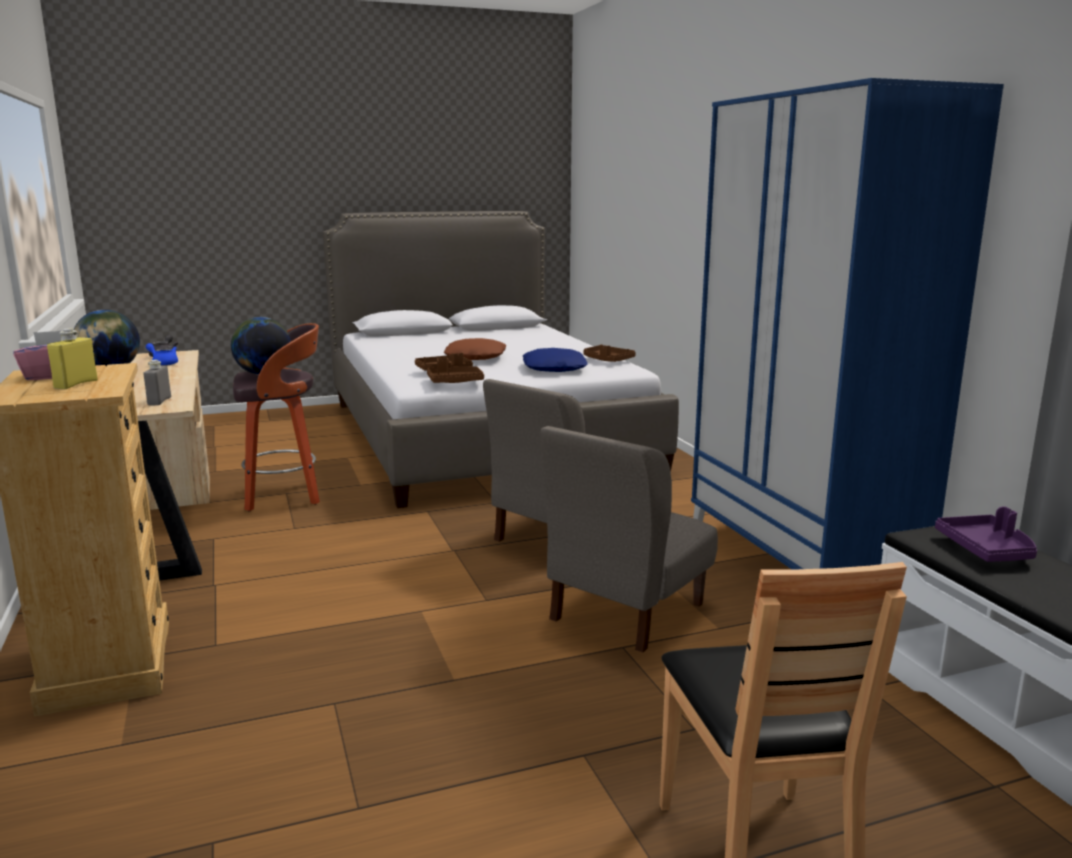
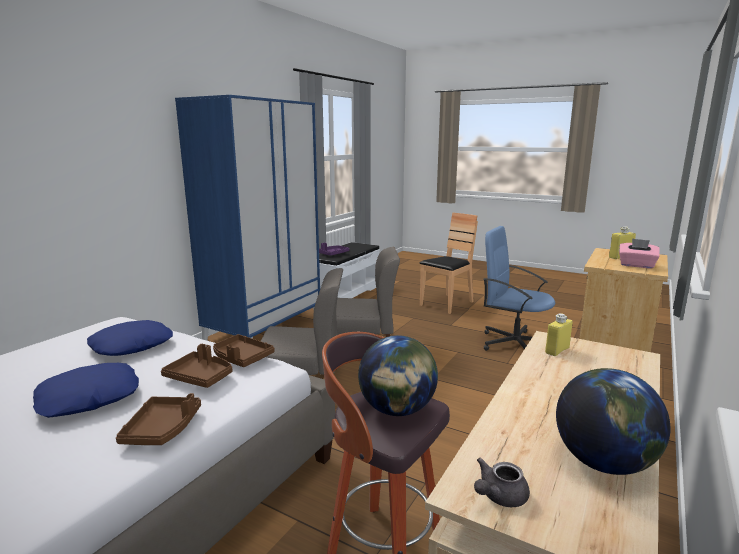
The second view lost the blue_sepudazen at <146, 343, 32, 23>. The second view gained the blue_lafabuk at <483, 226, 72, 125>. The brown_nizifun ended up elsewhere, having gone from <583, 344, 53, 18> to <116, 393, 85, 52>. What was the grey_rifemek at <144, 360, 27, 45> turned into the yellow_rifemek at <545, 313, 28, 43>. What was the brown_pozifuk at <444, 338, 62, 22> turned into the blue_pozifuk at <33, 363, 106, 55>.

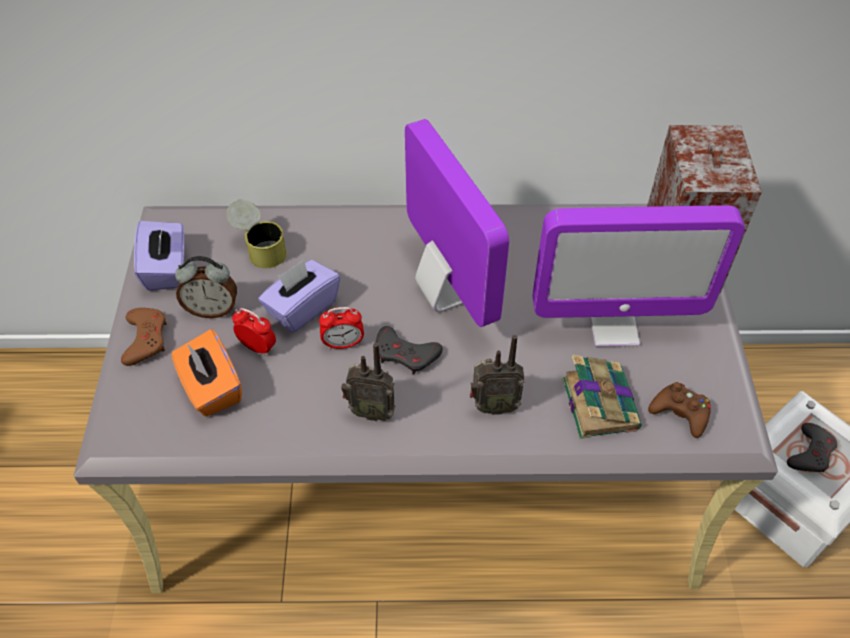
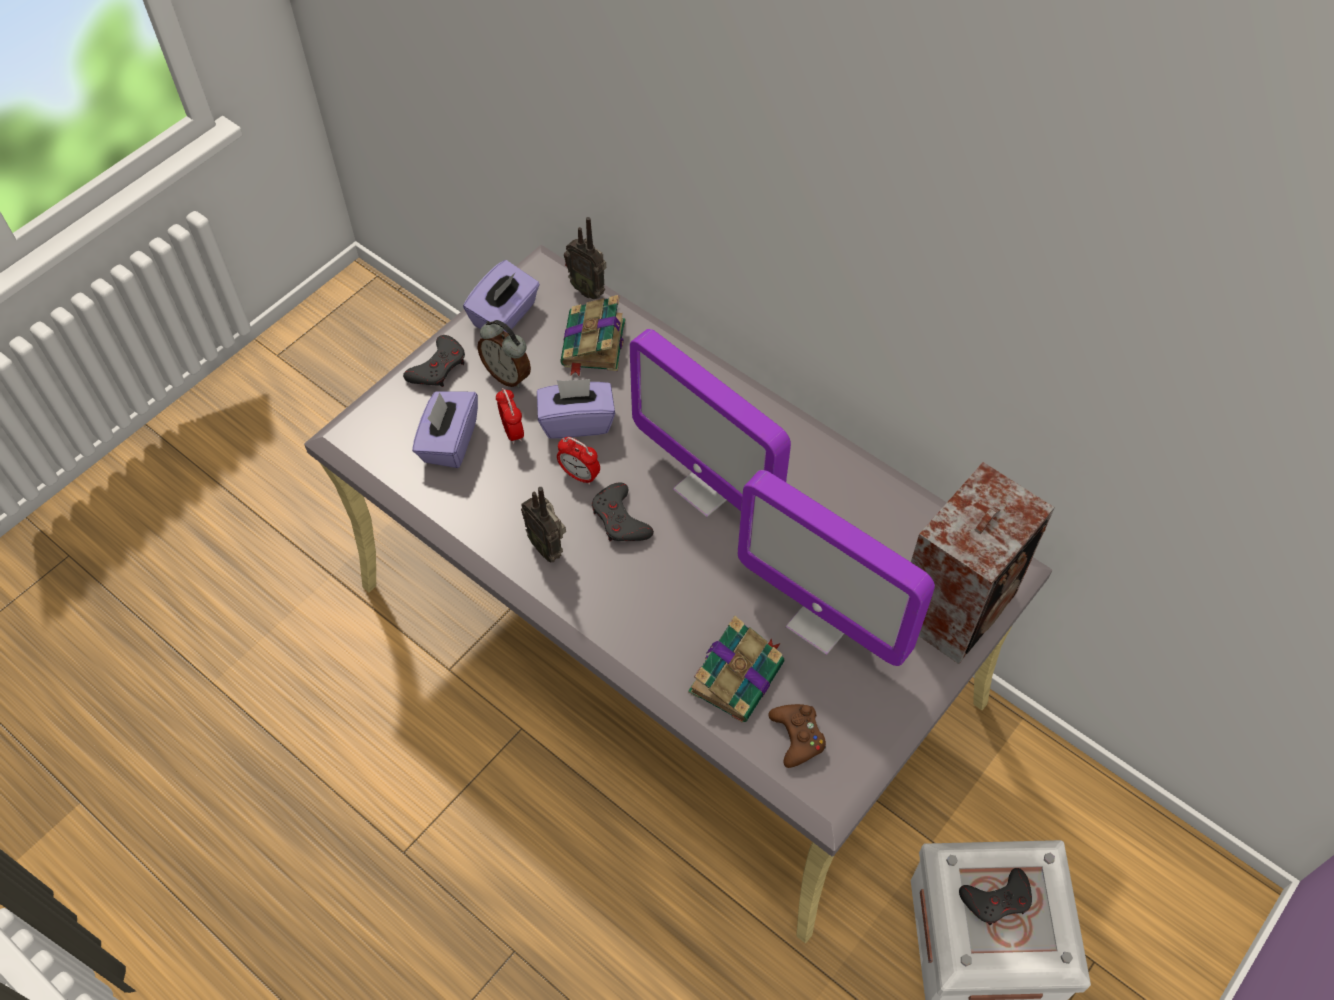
The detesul ended up elsewhere, having gone from <470, 335, 55, 80> to <564, 217, 42, 82>. Where the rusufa stood at <227, 199, 60, 70>, the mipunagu came to stand at <560, 295, 65, 81>. What was the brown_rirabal at <121, 308, 46, 58> turned into the grey_rirabal at <403, 335, 62, 52>. What was the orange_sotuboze at <171, 329, 71, 87> turned into the purple_sotuboze at <412, 391, 66, 77>. The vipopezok at <405, 119, 104, 208> ended up facing another way, 120 degrees clockwise from before.

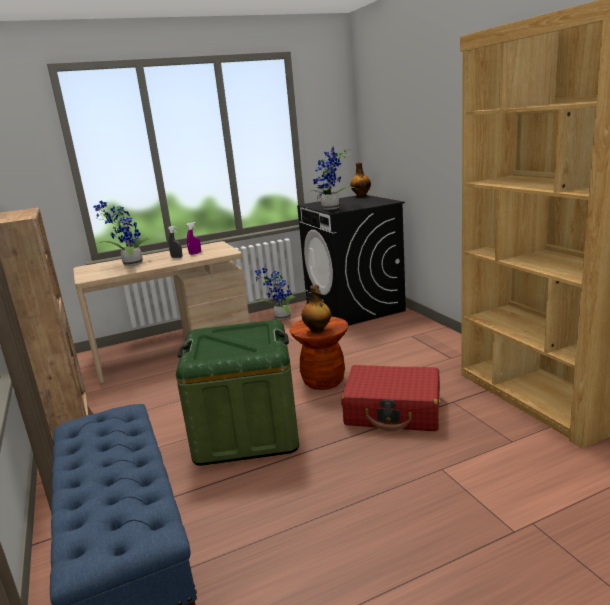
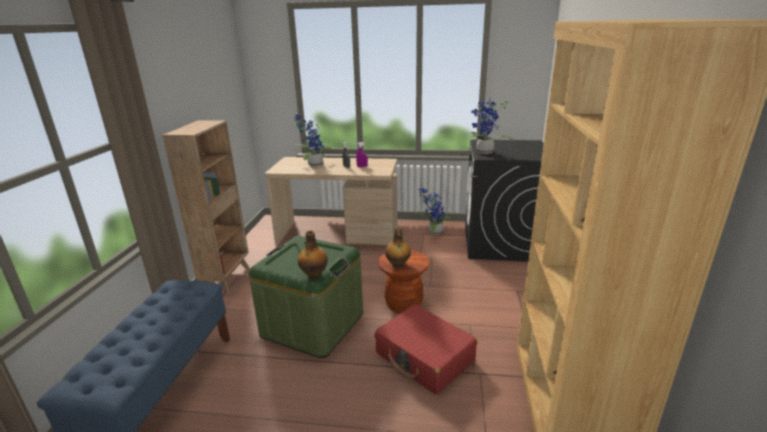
The rifemek ended up elsewhere, having gone from <350, 162, 21, 35> to <298, 231, 30, 48>.

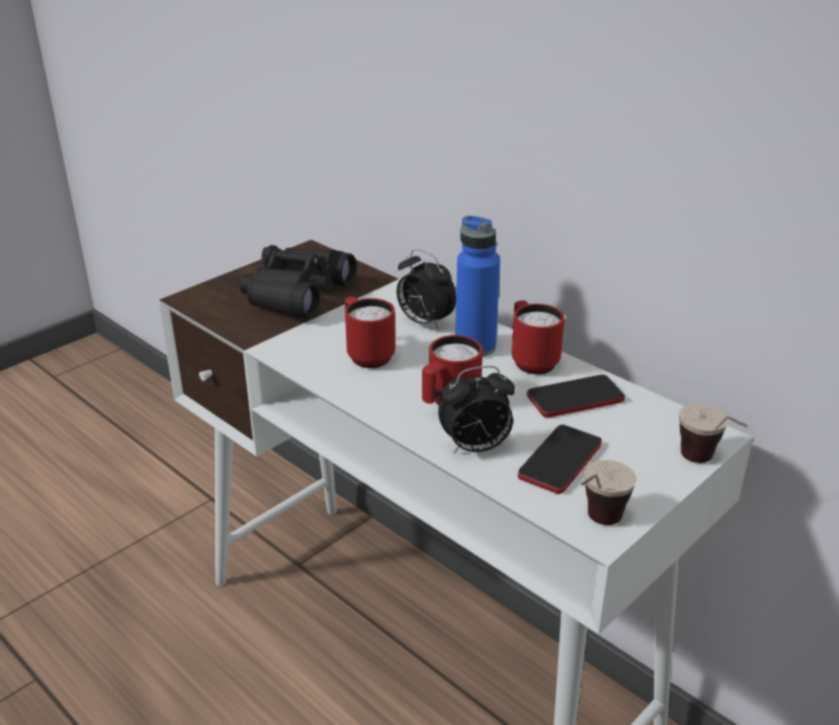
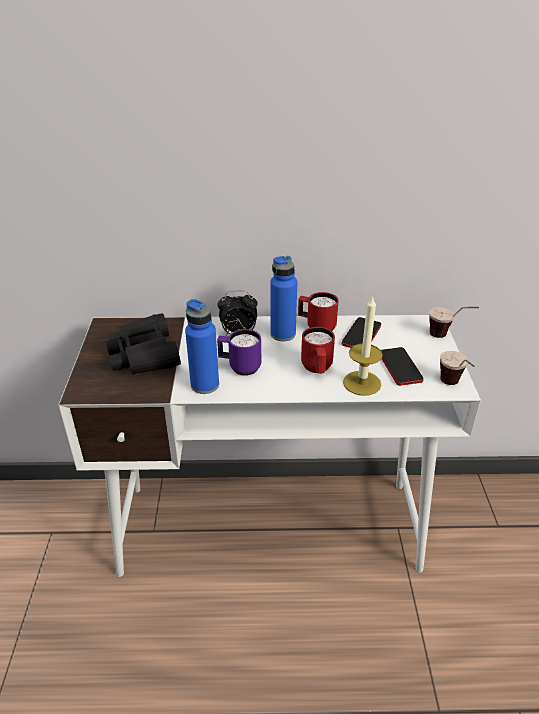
The second view gained the blue_rifemek at <185, 299, 34, 95>. Where the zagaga stood at <438, 366, 77, 88>, the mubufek came to stand at <343, 295, 40, 101>. What was the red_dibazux at <345, 297, 50, 71> turned into the purple_dibazux at <217, 329, 44, 47>.

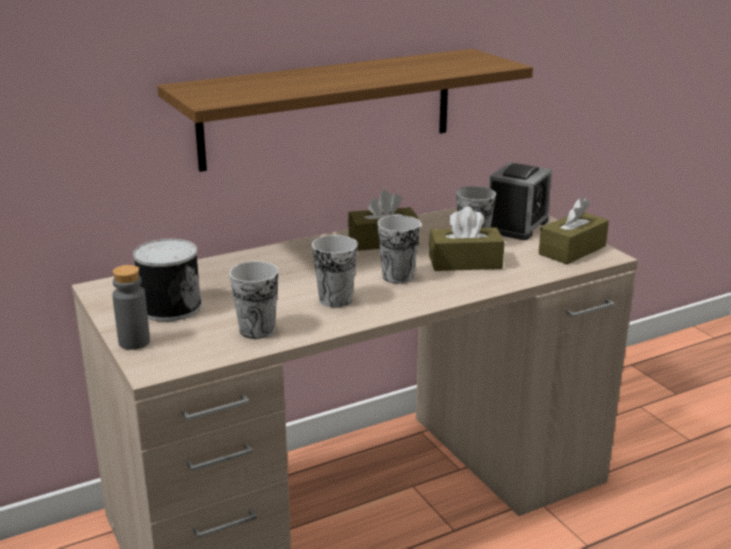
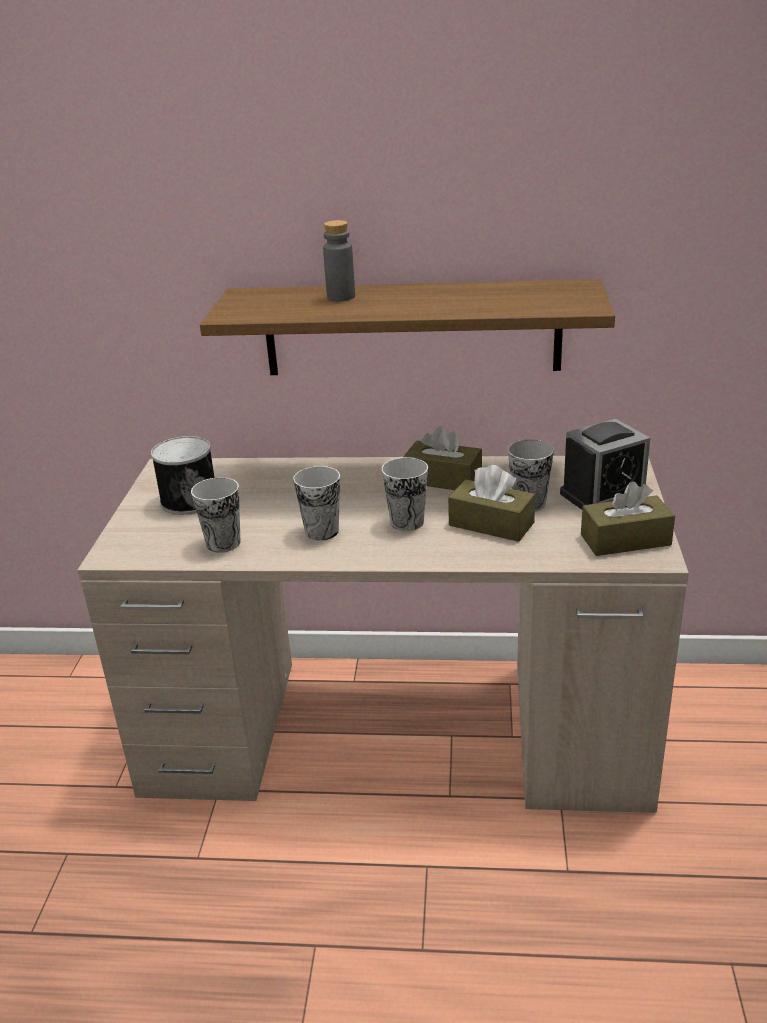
The grey_rifemek ended up elsewhere, having gone from <112, 265, 38, 85> to <323, 220, 32, 81>.

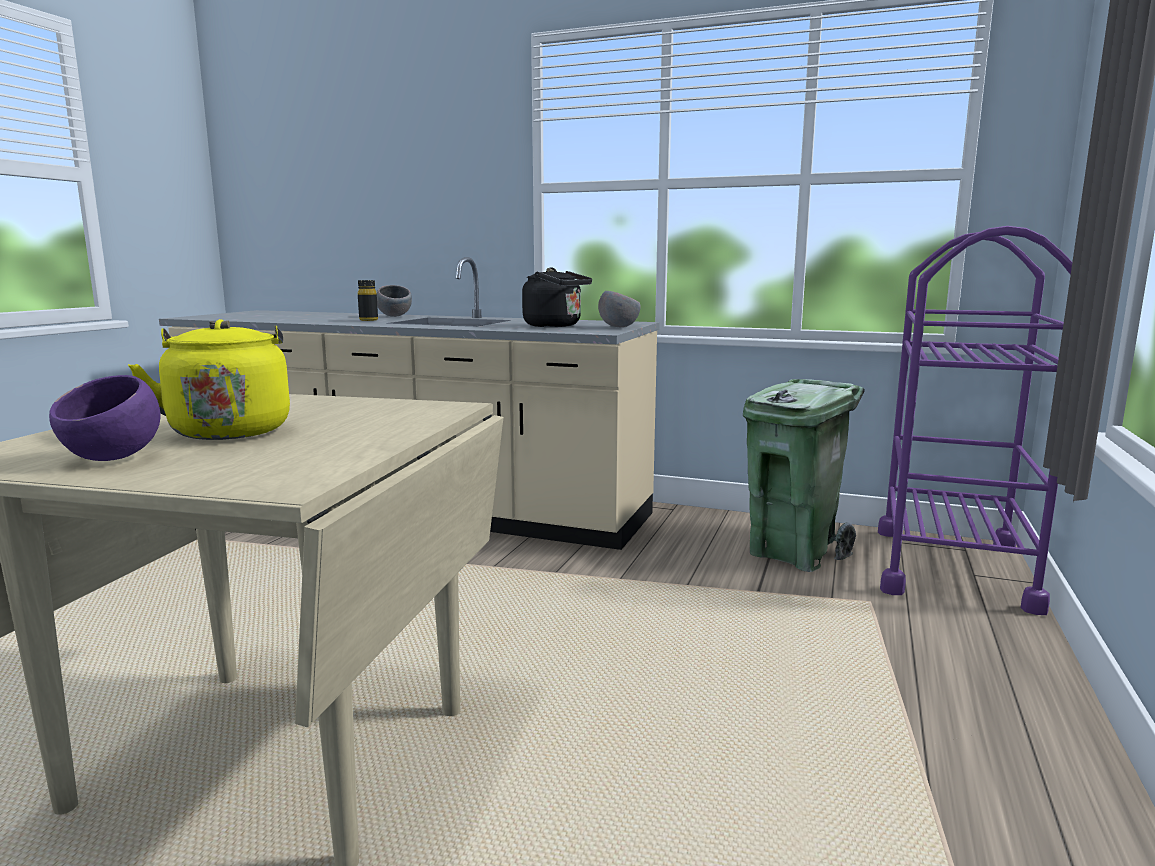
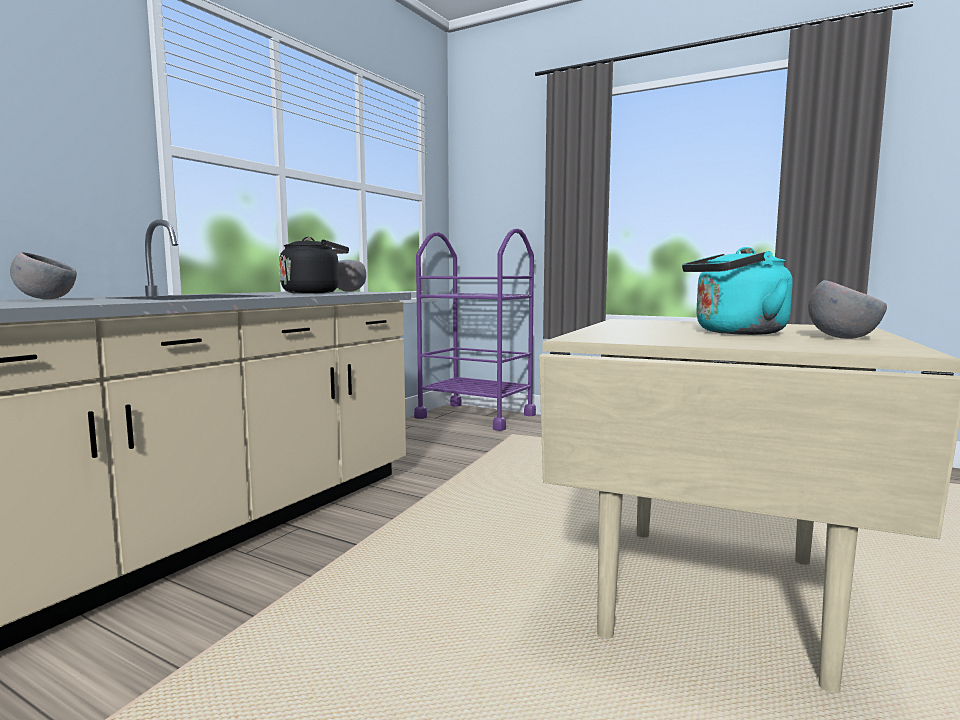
The second view lost the black_rifemek at <358, 280, 20, 41>. The second view lost the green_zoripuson at <743, 379, 122, 193>. What was the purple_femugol at <49, 375, 111, 86> turned into the grey_femugol at <808, 280, 79, 59>. What was the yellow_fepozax at <128, 319, 162, 121> turned into the turquoise_fepozax at <682, 247, 111, 88>.

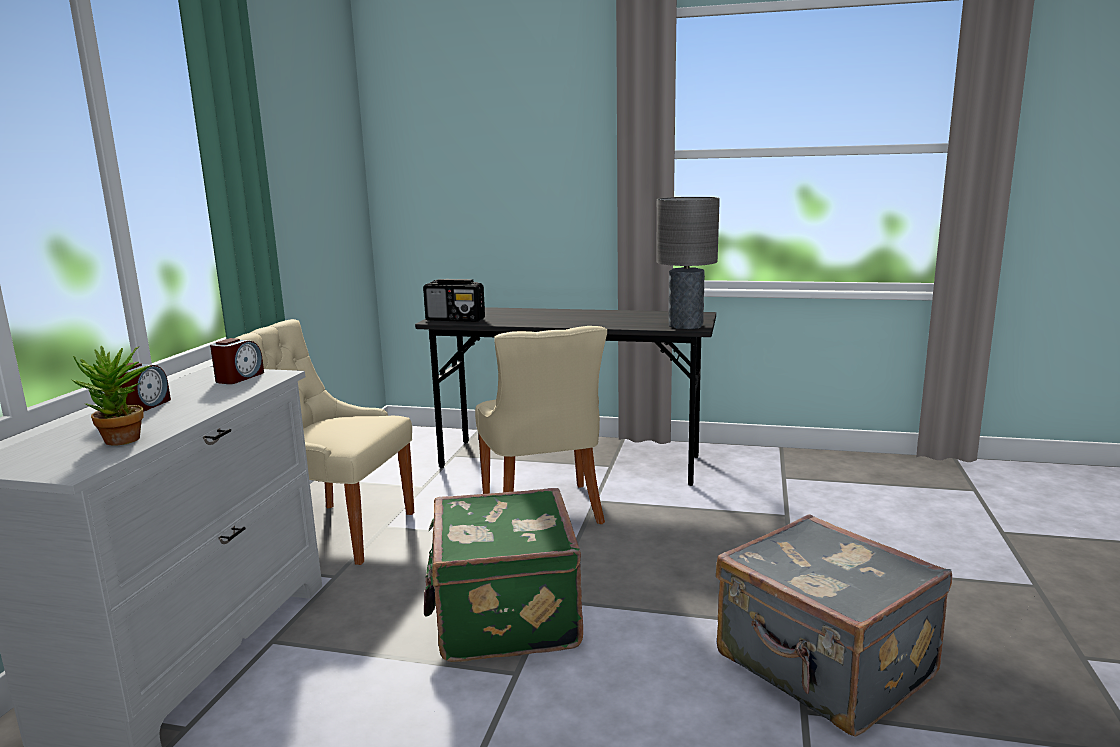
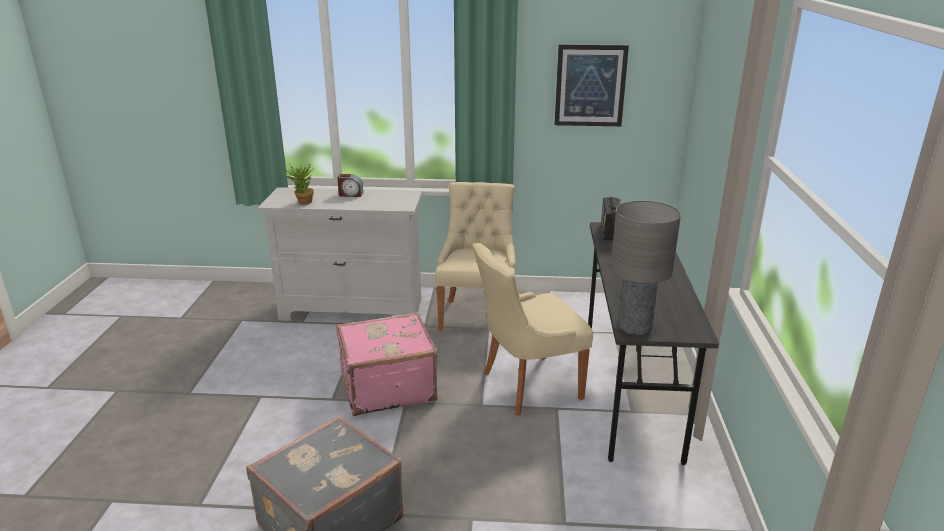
The second view lost the zagaga at <210, 338, 54, 46>. The second view gained the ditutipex at <555, 44, 74, 82>. What was the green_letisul at <424, 488, 159, 174> turned into the pink_letisul at <336, 312, 101, 104>.

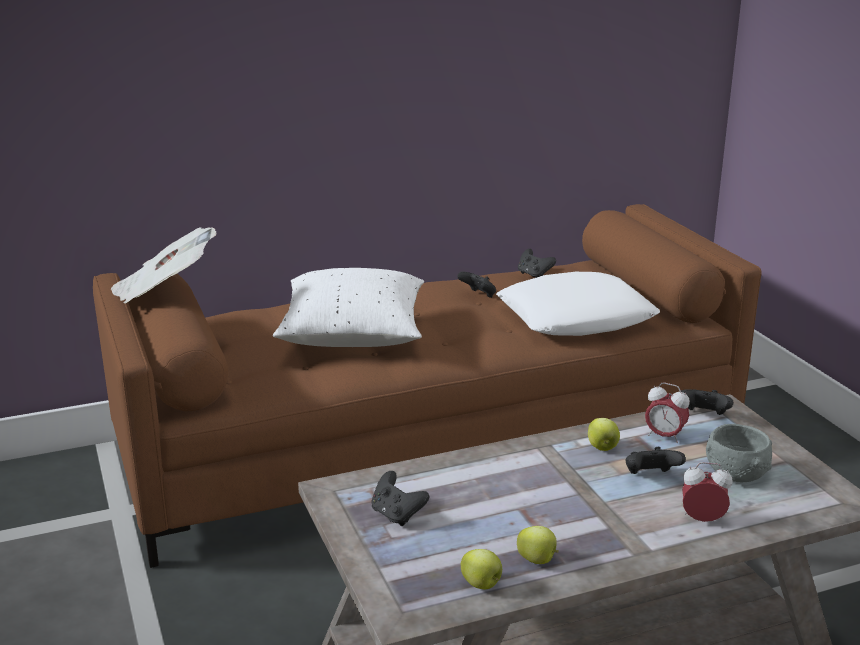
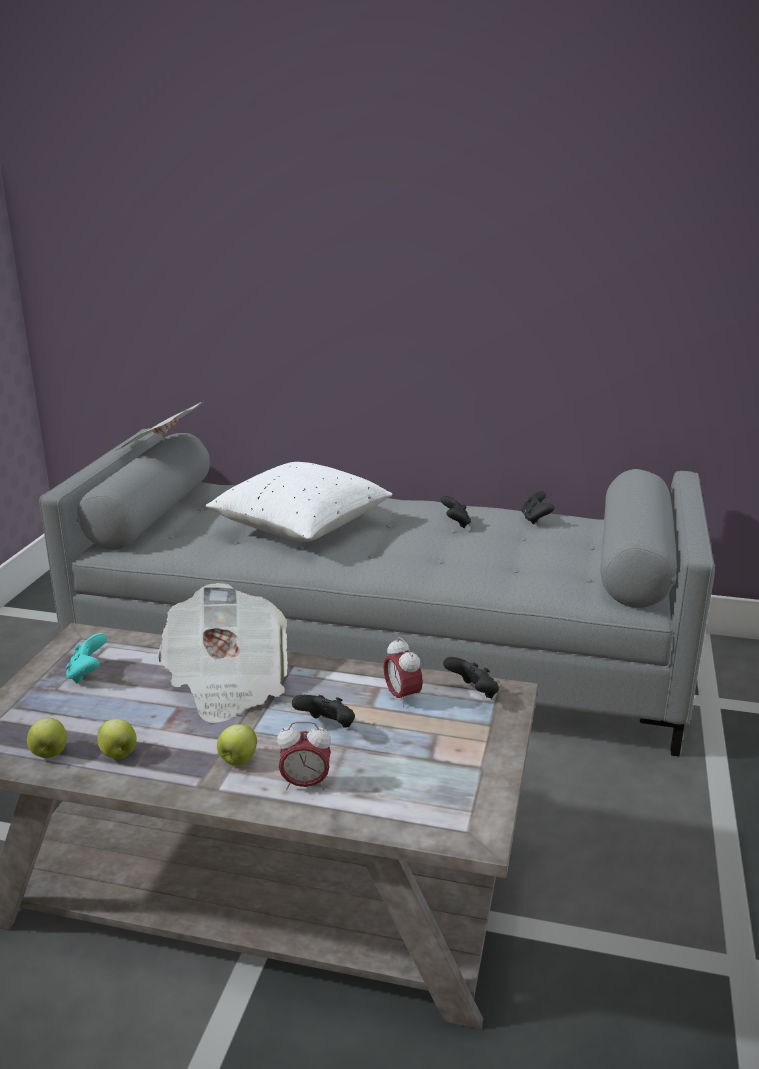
The second view lost the white_pozifuk at <496, 272, 164, 64>. The second view lost the grey_femugol at <706, 424, 66, 59>. The second view gained the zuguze at <157, 583, 131, 140>. The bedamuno ended up elsewhere, having gone from <588, 418, 32, 33> to <217, 724, 40, 42>. What was the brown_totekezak at <93, 204, 669, 364> turned into the grey_totekezak at <39, 428, 676, 328>. What was the black_rirabal at <371, 471, 58, 55> turned into the turquoise_rirabal at <66, 633, 41, 51>. The zagaga at <682, 462, 50, 60> ended up facing another way, 135 degrees clockwise from before.

